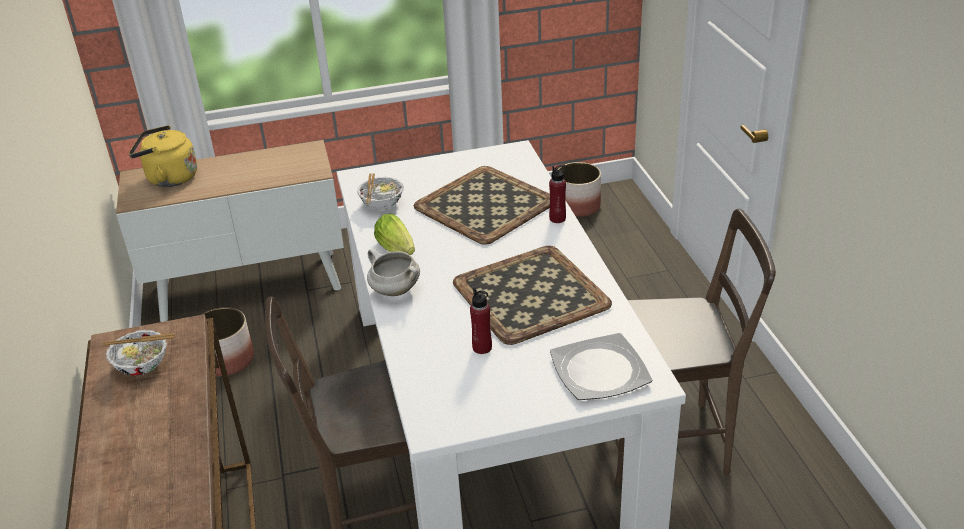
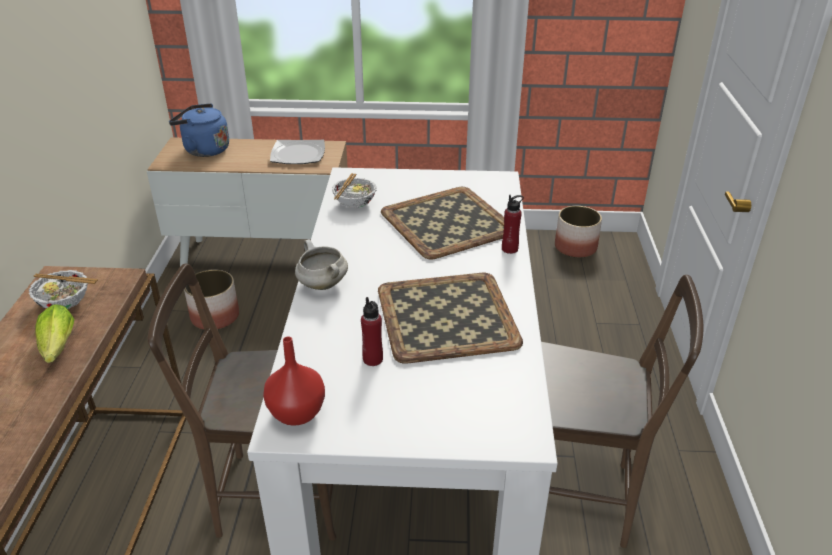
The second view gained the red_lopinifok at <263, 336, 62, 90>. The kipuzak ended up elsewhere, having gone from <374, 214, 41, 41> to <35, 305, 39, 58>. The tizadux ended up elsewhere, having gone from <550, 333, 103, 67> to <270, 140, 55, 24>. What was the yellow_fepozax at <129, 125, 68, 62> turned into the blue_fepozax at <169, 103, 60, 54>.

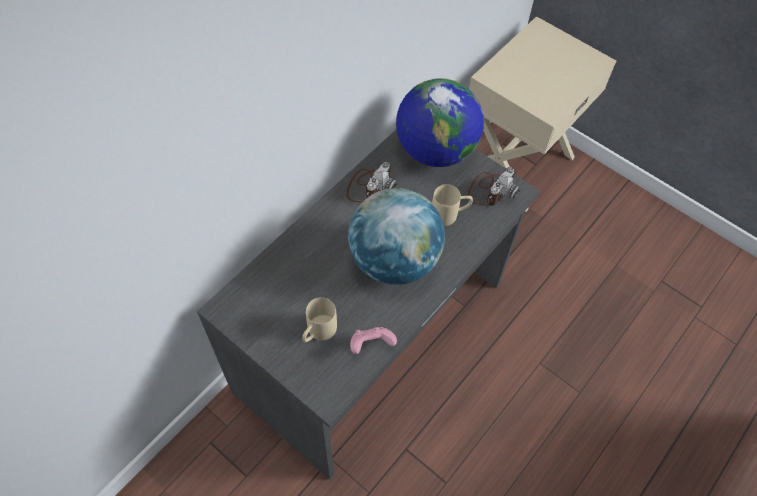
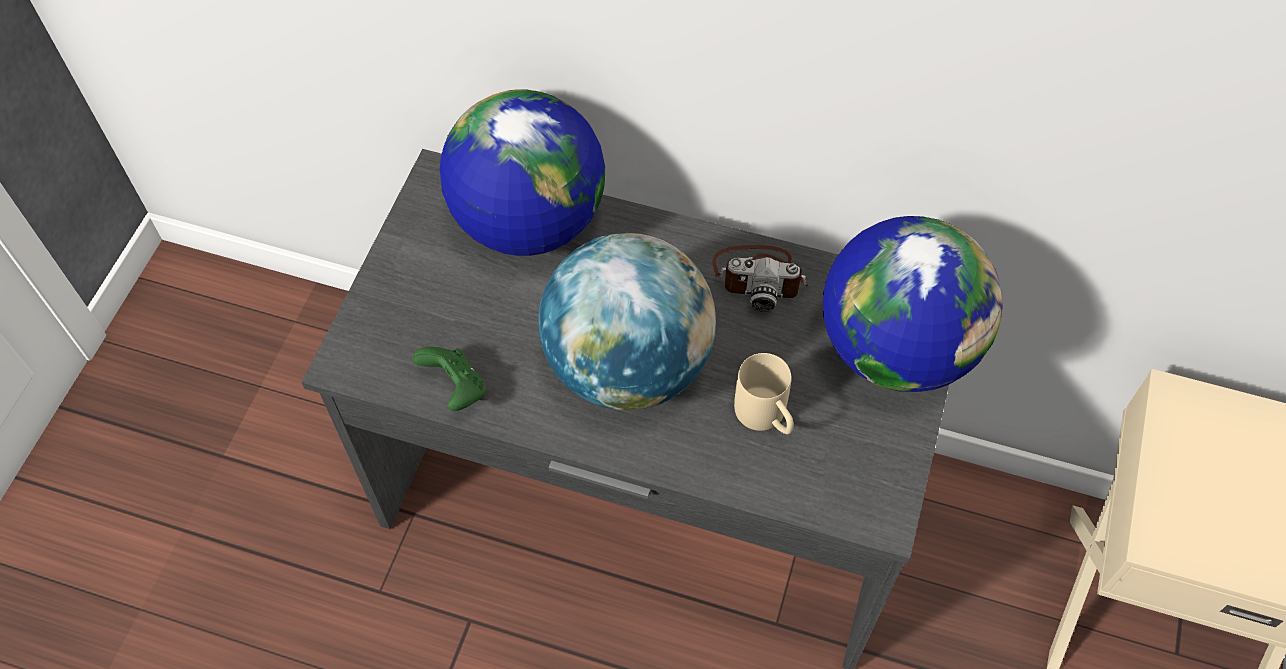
The second view lost the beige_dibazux at <302, 297, 35, 45>. The second view lost the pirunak at <468, 167, 52, 39>. The second view gained the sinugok at <440, 90, 165, 166>. What was the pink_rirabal at <350, 327, 47, 27> turned into the green_rirabal at <412, 347, 74, 64>.

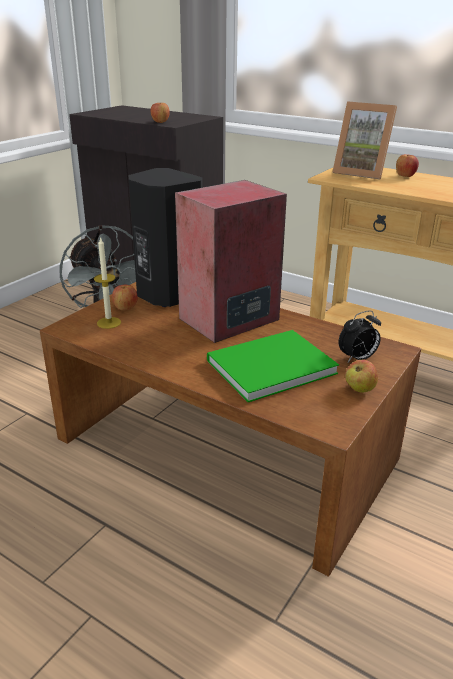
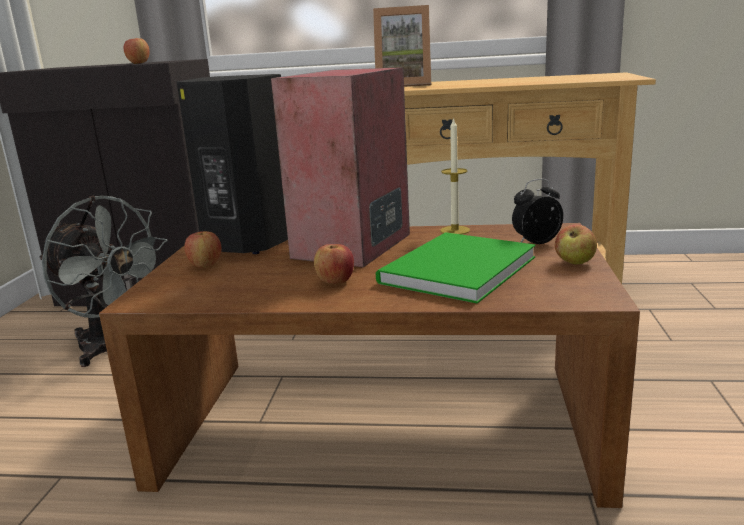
The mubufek ended up elsewhere, having gone from <94, 237, 27, 92> to <440, 117, 30, 118>. The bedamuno ended up elsewhere, having gone from <396, 154, 23, 23> to <314, 244, 40, 40>. The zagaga at <339, 311, 42, 51> ended up facing another way, 150 degrees counterclockwise from before.

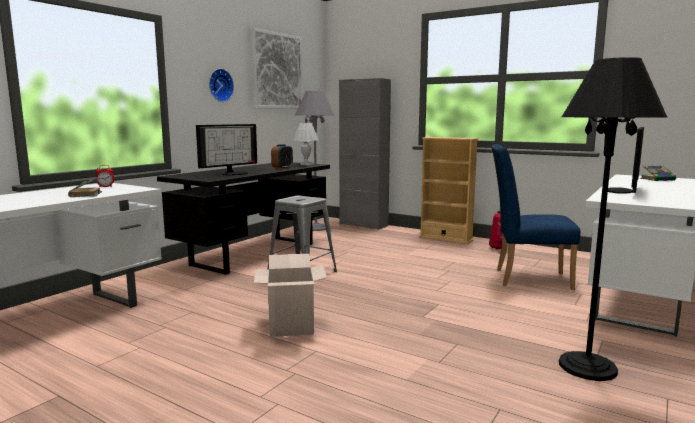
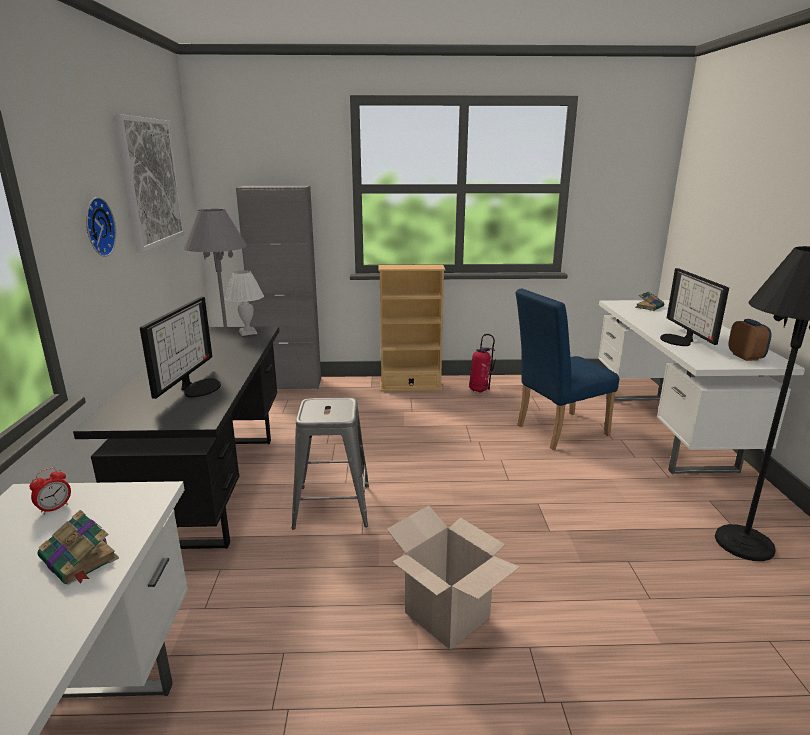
The zagaga ended up elsewhere, having gone from <271, 144, 22, 25> to <729, 319, 42, 42>.

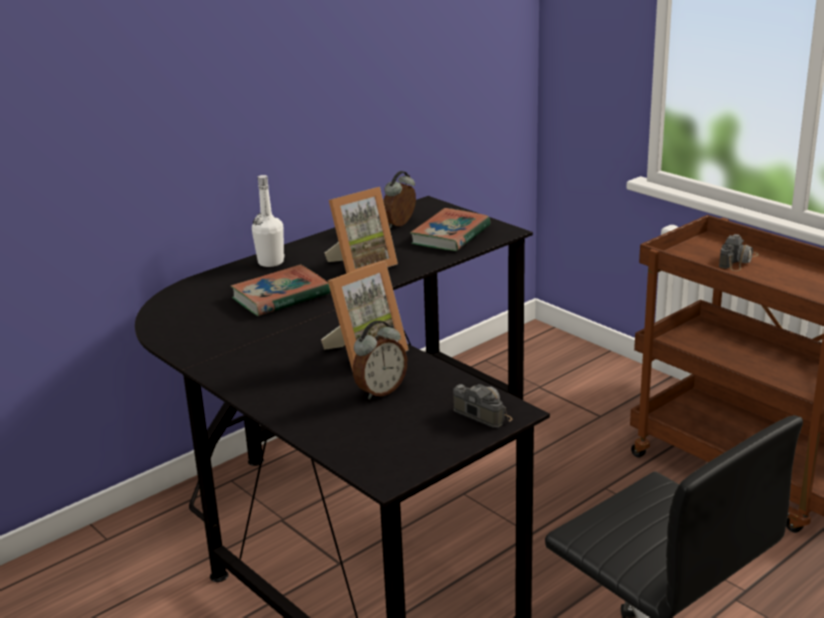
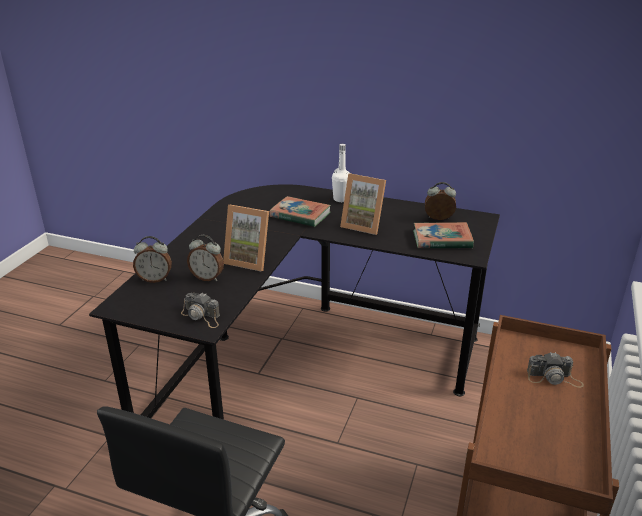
The second view gained the zagaga at <133, 236, 39, 47>. The pirunak at <453, 384, 59, 44> ended up facing another way, 105 degrees clockwise from before.

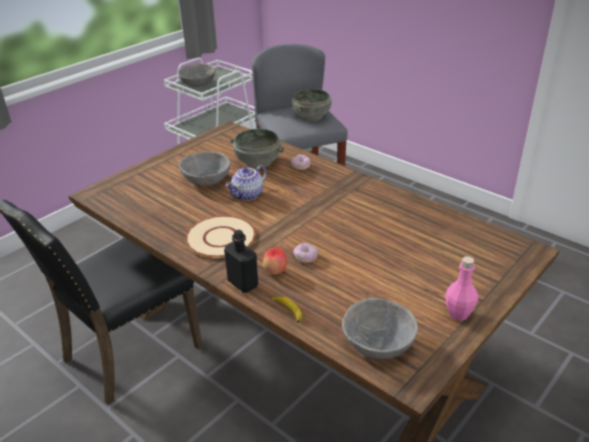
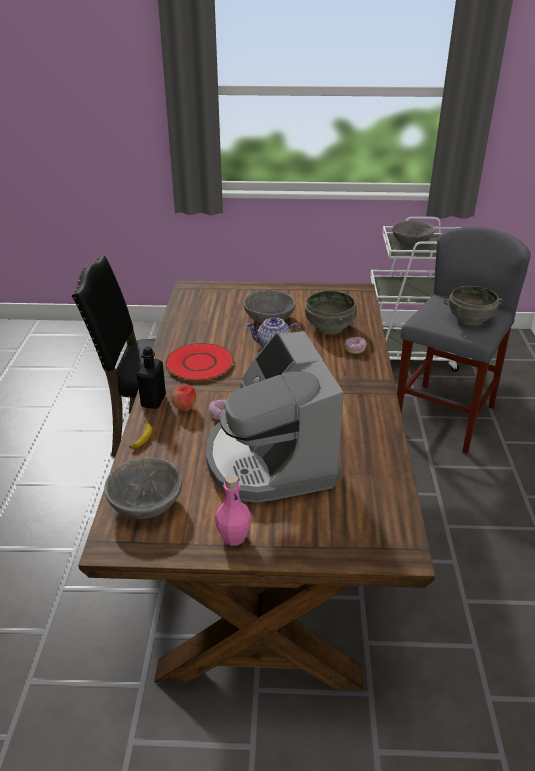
The second view gained the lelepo at <206, 331, 138, 172>. What was the beige_tizadux at <186, 216, 70, 42> turned into the red_tizadux at <165, 343, 69, 38>.

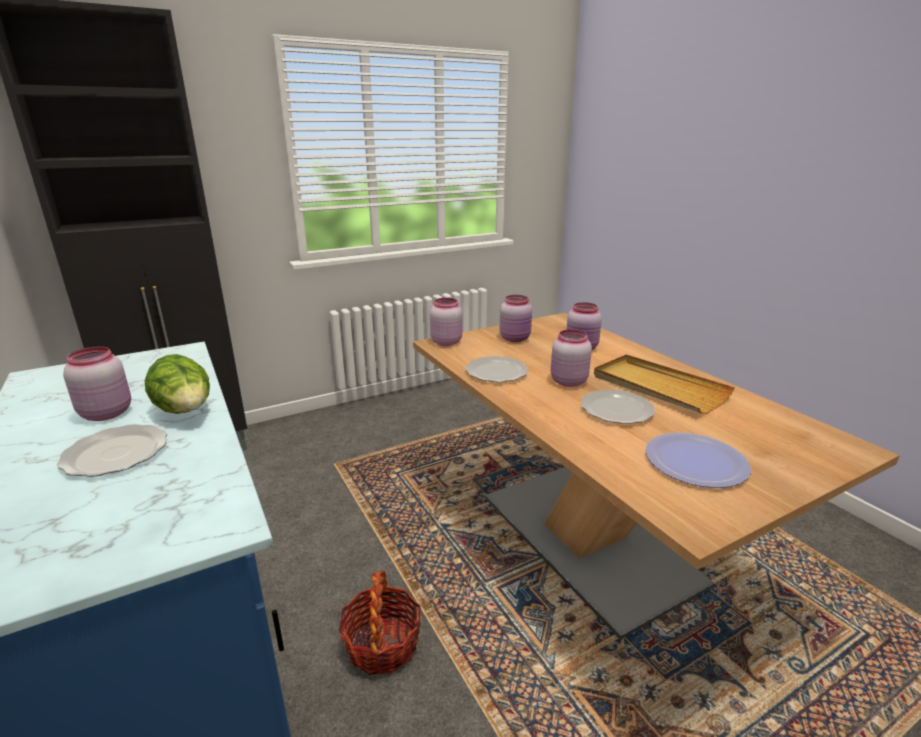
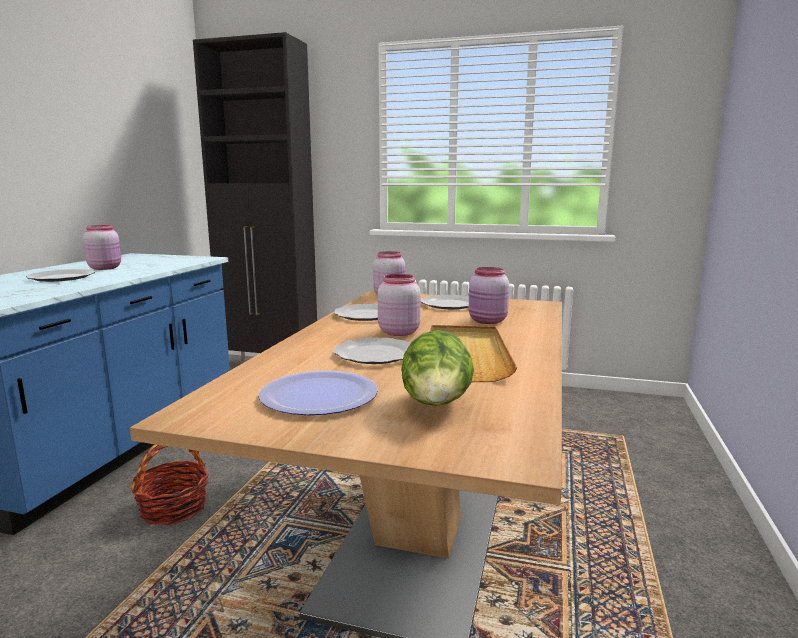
The kipuzak ended up elsewhere, having gone from <145, 354, 65, 60> to <401, 330, 73, 76>. Where the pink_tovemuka stood at <499, 295, 33, 47>, the tizadux came to stand at <421, 295, 48, 14>.

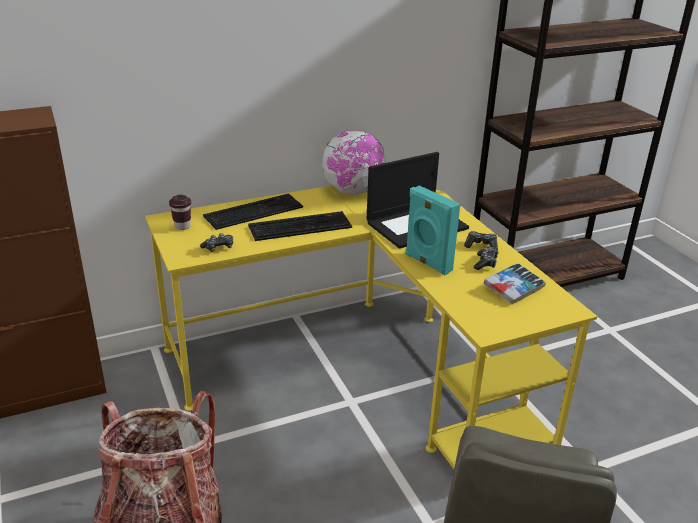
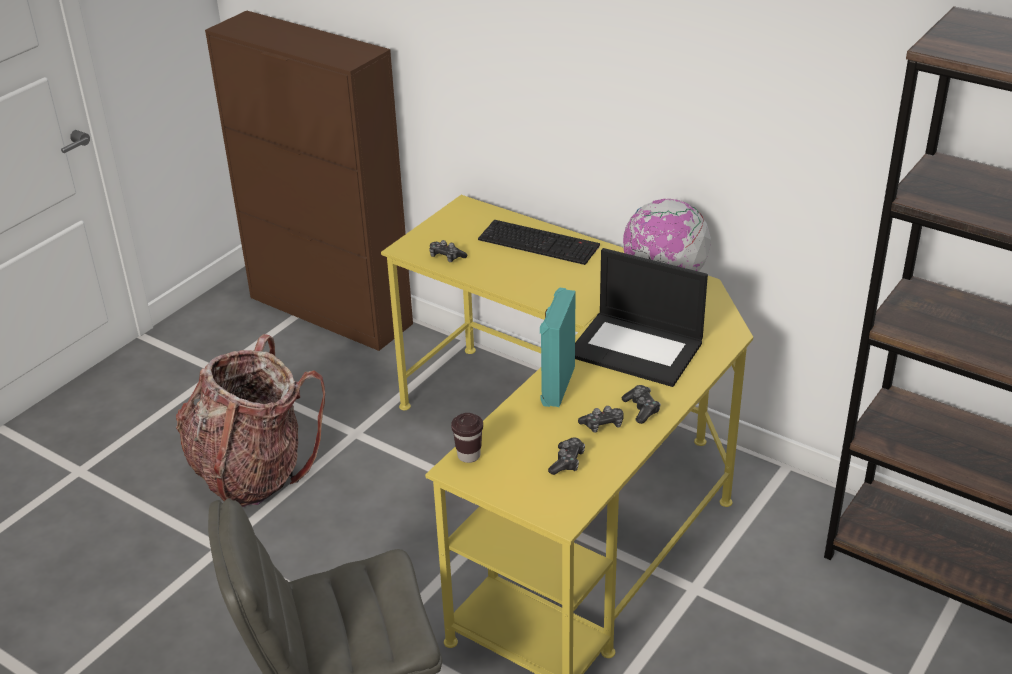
The second view lost the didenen at <248, 211, 104, 30>. The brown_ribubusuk ended up elsewhere, having gone from <169, 195, 22, 35> to <451, 413, 32, 50>. Where the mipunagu stood at <484, 263, 62, 42>, the rirabal came to stand at <548, 438, 37, 37>.

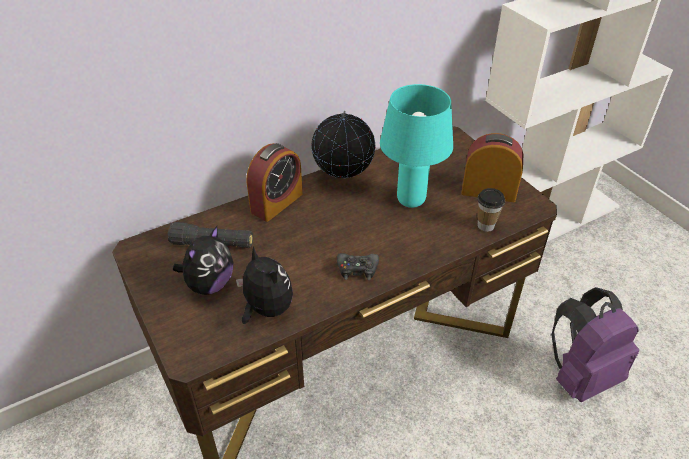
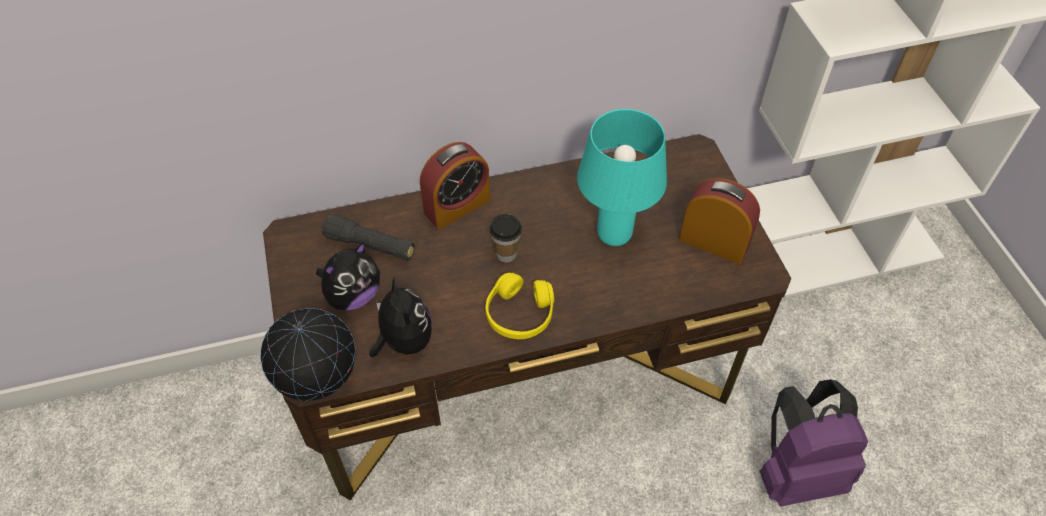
The sinugok ended up elsewhere, having gone from <311, 111, 65, 68> to <260, 308, 96, 93>. The ribubusuk ended up elsewhere, having gone from <477, 188, 28, 44> to <489, 214, 33, 48>. Where the black_rirabal stood at <337, 253, 42, 27>, the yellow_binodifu came to stand at <485, 273, 69, 66>.

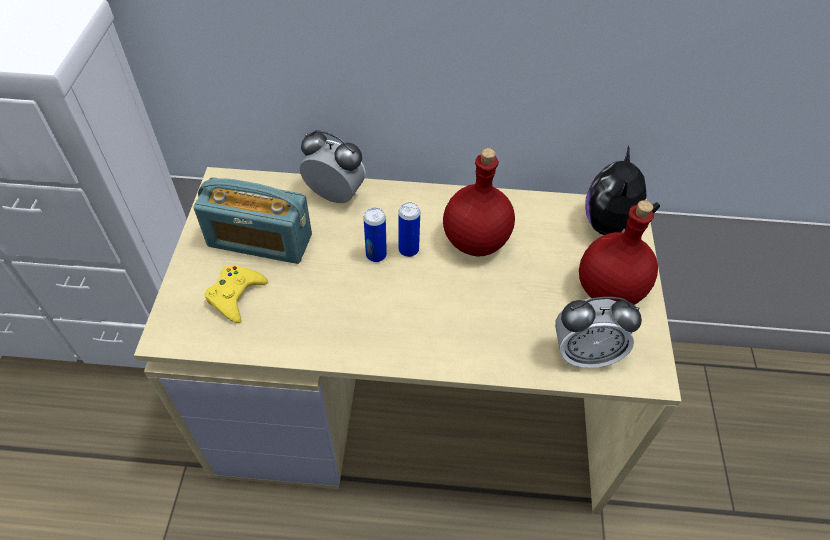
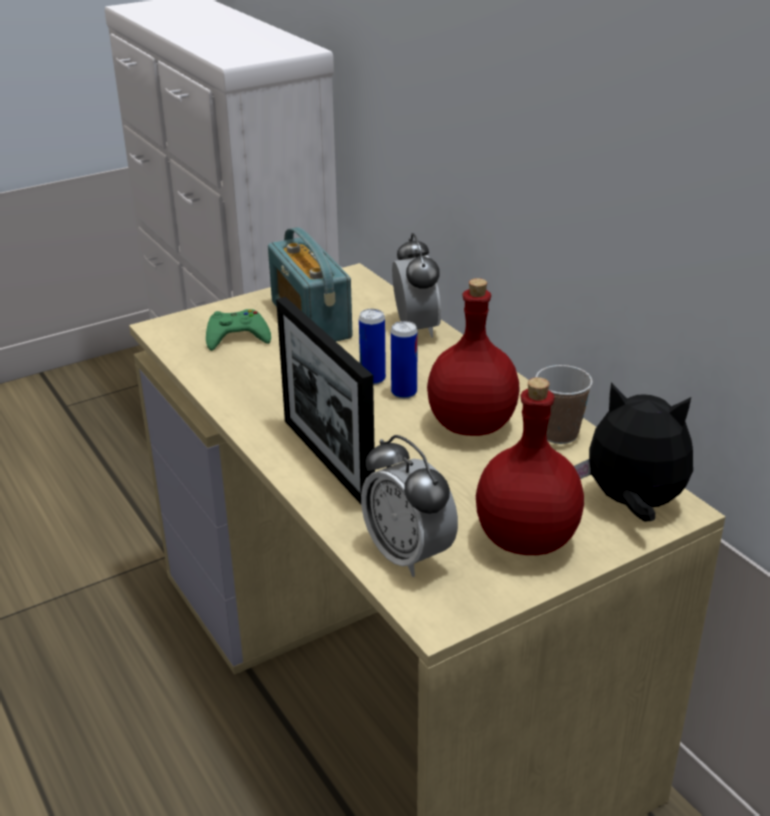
The second view gained the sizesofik at <276, 297, 99, 207>. The second view gained the ribubusuk at <535, 365, 58, 79>. What was the yellow_rirabal at <204, 266, 64, 57> turned into the green_rirabal at <206, 309, 65, 42>. The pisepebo at <585, 146, 75, 89> ended up facing another way, 45 degrees clockwise from before.

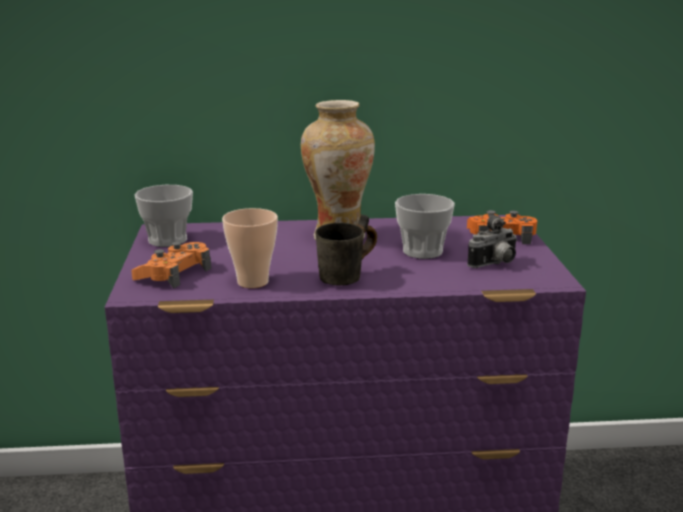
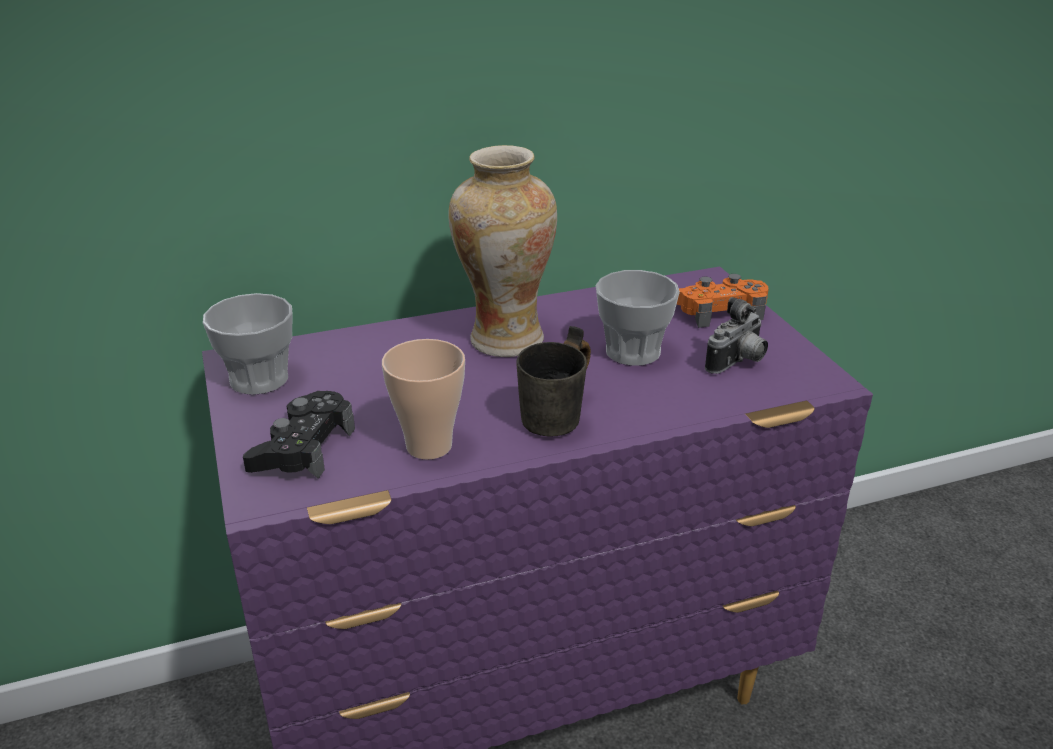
What was the orange_rirabal at <131, 241, 80, 47> turned into the black_rirabal at <243, 391, 112, 88>.

